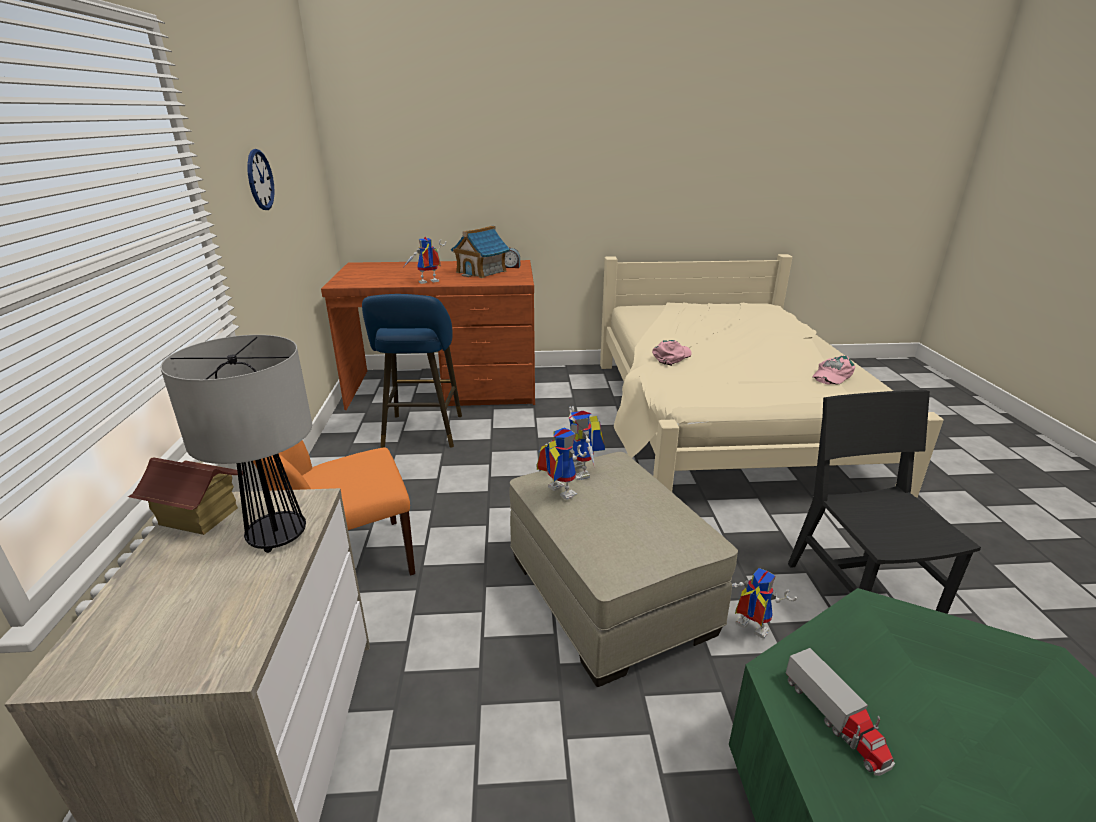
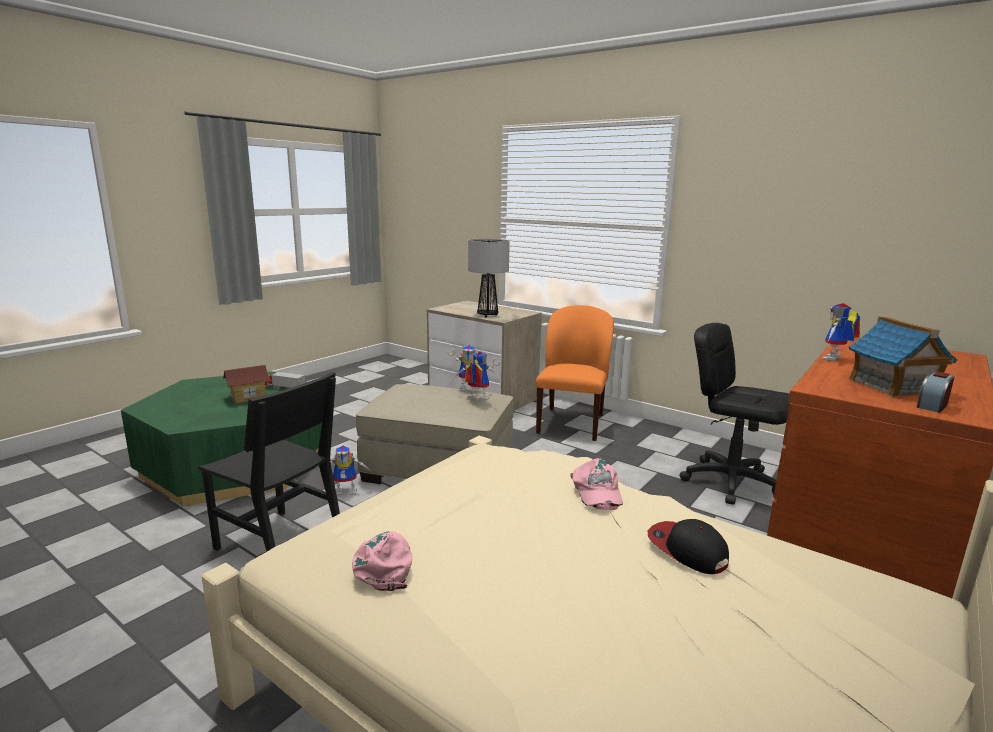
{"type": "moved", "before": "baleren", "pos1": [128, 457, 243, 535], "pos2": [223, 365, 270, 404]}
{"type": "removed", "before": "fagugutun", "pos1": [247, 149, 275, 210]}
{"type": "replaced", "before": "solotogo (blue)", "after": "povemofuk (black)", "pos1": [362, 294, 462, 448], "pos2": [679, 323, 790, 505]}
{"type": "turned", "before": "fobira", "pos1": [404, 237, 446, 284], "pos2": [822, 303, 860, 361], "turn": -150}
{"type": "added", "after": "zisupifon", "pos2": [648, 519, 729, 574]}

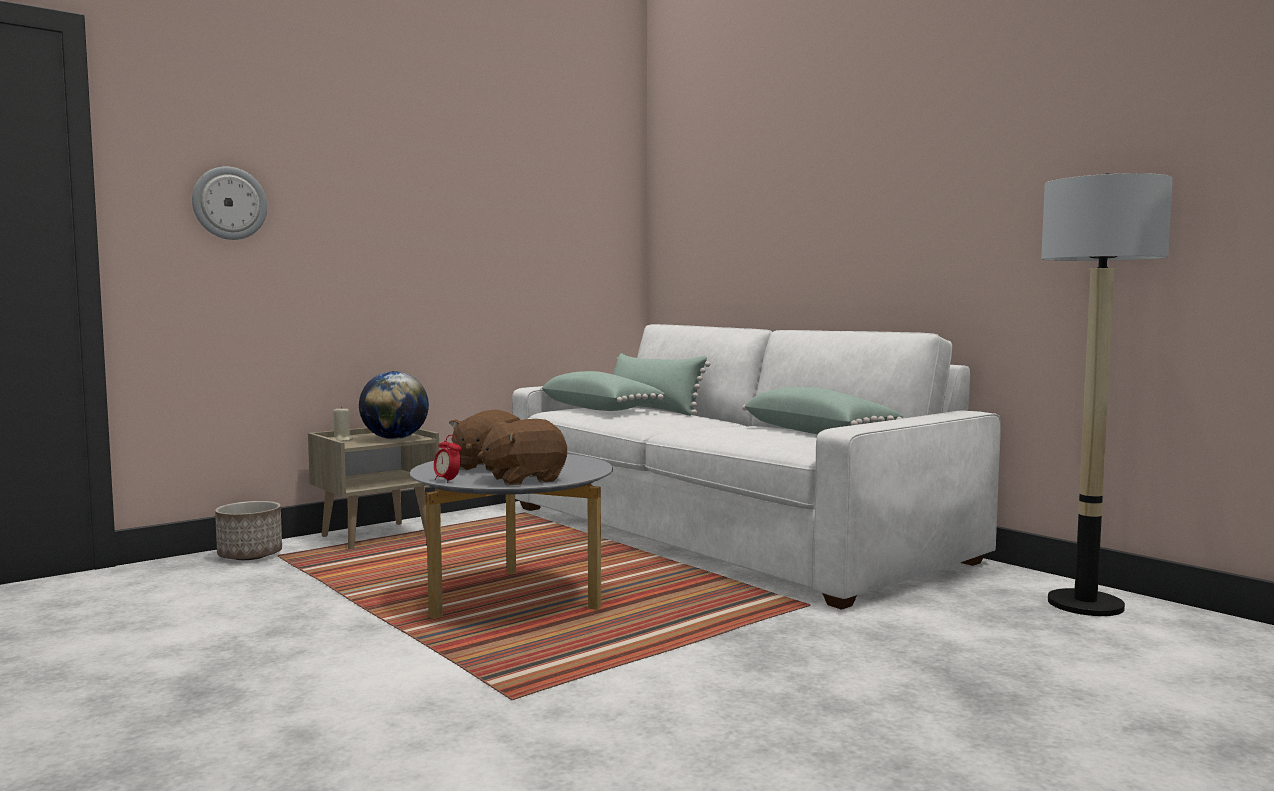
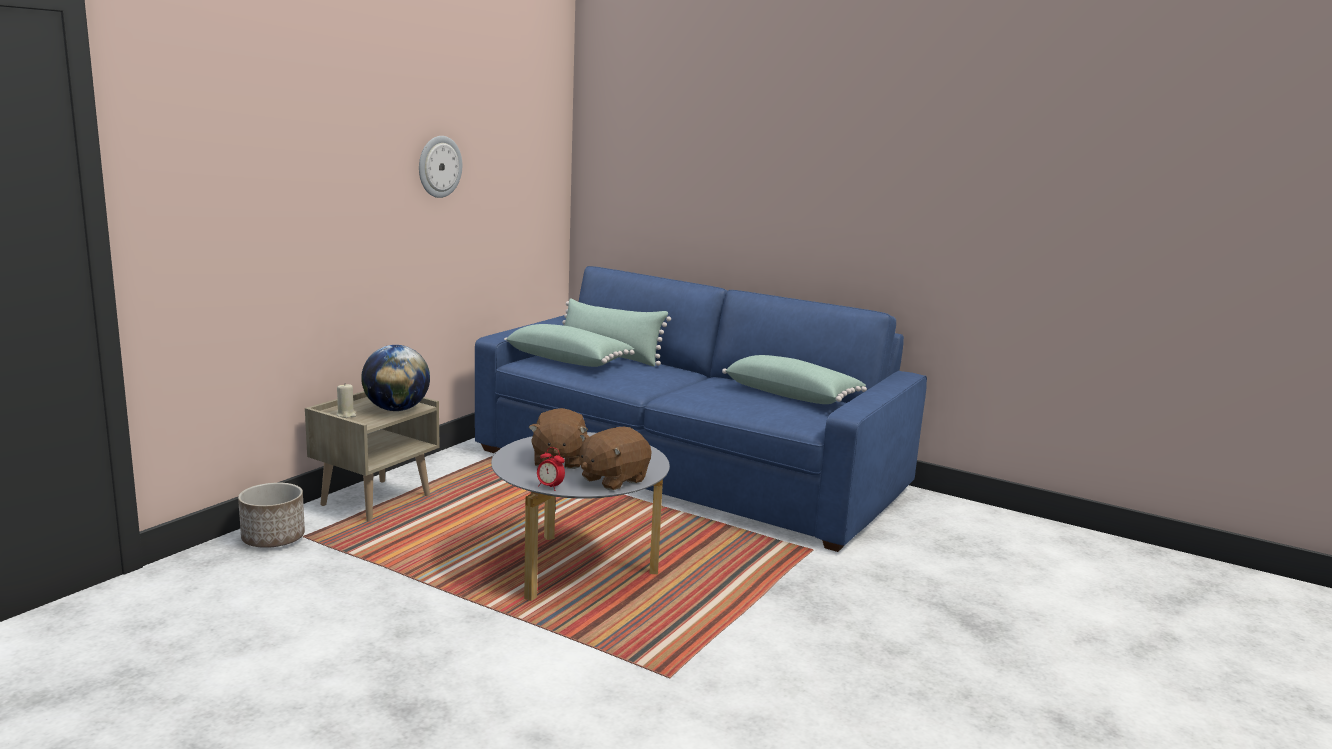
{"type": "moved", "before": "fagugutun", "pos1": [192, 166, 267, 240], "pos2": [419, 136, 462, 198]}
{"type": "recoloured", "before": "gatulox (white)", "after": "gatulox (blue)", "pos1": [512, 324, 1001, 610], "pos2": [475, 266, 927, 552]}
{"type": "removed", "before": "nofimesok", "pos1": [1041, 173, 1173, 616]}

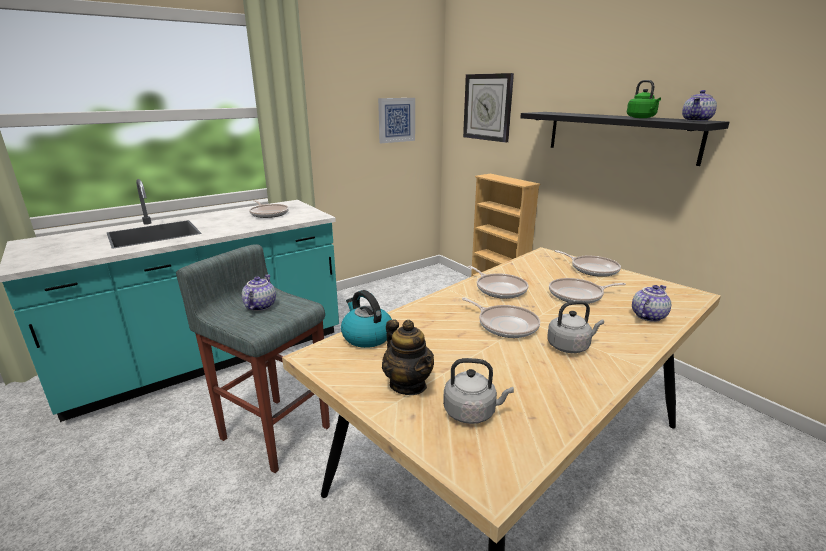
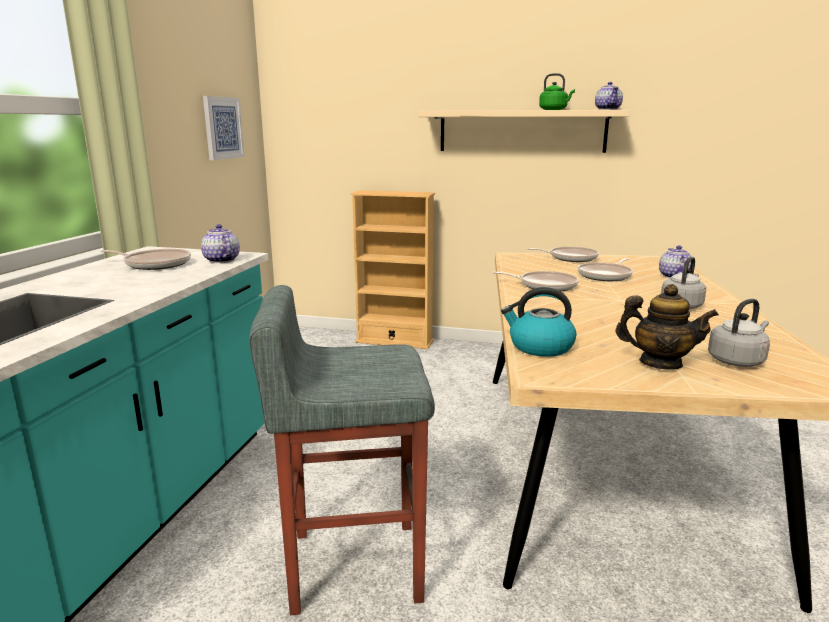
{"type": "moved", "before": "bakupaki", "pos1": [242, 275, 276, 311], "pos2": [201, 224, 240, 263]}
{"type": "removed", "before": "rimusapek", "pos1": [462, 297, 540, 338]}
{"type": "removed", "before": "fagugutun", "pos1": [463, 73, 514, 143]}
{"type": "recoloured", "before": "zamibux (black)", "after": "zamibux (beige)", "pos1": [520, 112, 729, 166], "pos2": [418, 110, 630, 153]}

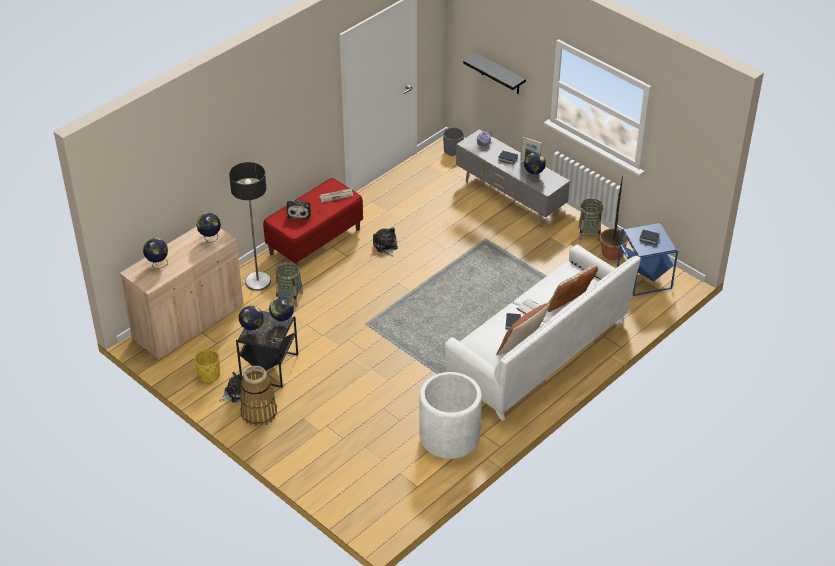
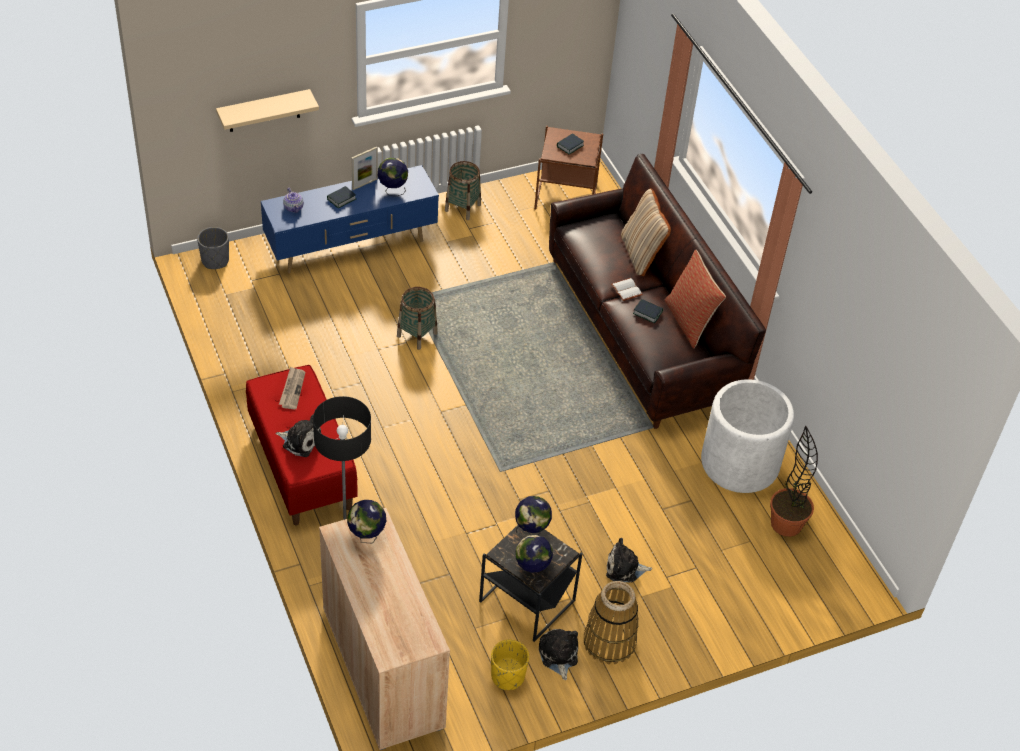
{"type": "removed", "before": "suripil", "pos1": [143, 238, 168, 269]}
{"type": "moved", "before": "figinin", "pos1": [275, 262, 303, 307], "pos2": [397, 287, 438, 350]}
{"type": "moved", "before": "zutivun", "pos1": [373, 227, 398, 257], "pos2": [606, 538, 652, 582]}
{"type": "recoloured", "before": "gatulox (white)", "after": "gatulox (brown)", "pos1": [445, 245, 641, 421], "pos2": [549, 154, 766, 429]}
{"type": "recoloured", "before": "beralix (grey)", "after": "beralix (blue)", "pos1": [456, 130, 570, 227], "pos2": [261, 165, 439, 273]}
{"type": "recoloured", "before": "zamibux (black)", "after": "zamibux (beige)", "pos1": [463, 53, 526, 94], "pos2": [216, 89, 319, 132]}
{"type": "moved", "before": "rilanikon", "pos1": [600, 175, 628, 260], "pos2": [770, 425, 818, 537]}
{"type": "recoloured", "before": "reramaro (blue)", "after": "reramaro (brown)", "pos1": [617, 222, 678, 296], "pos2": [534, 126, 603, 209]}

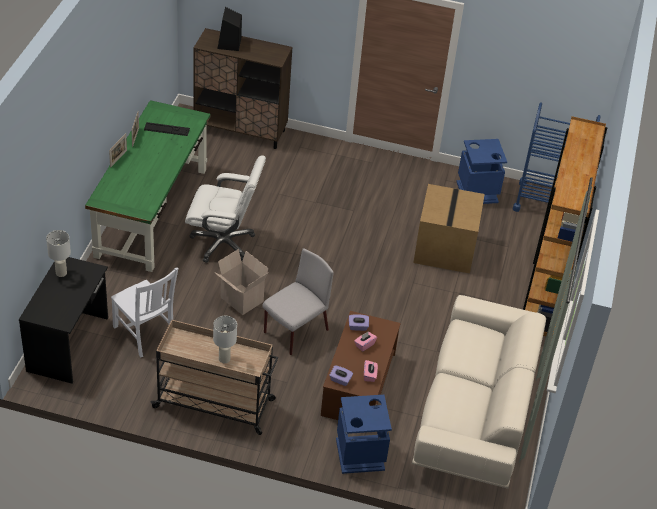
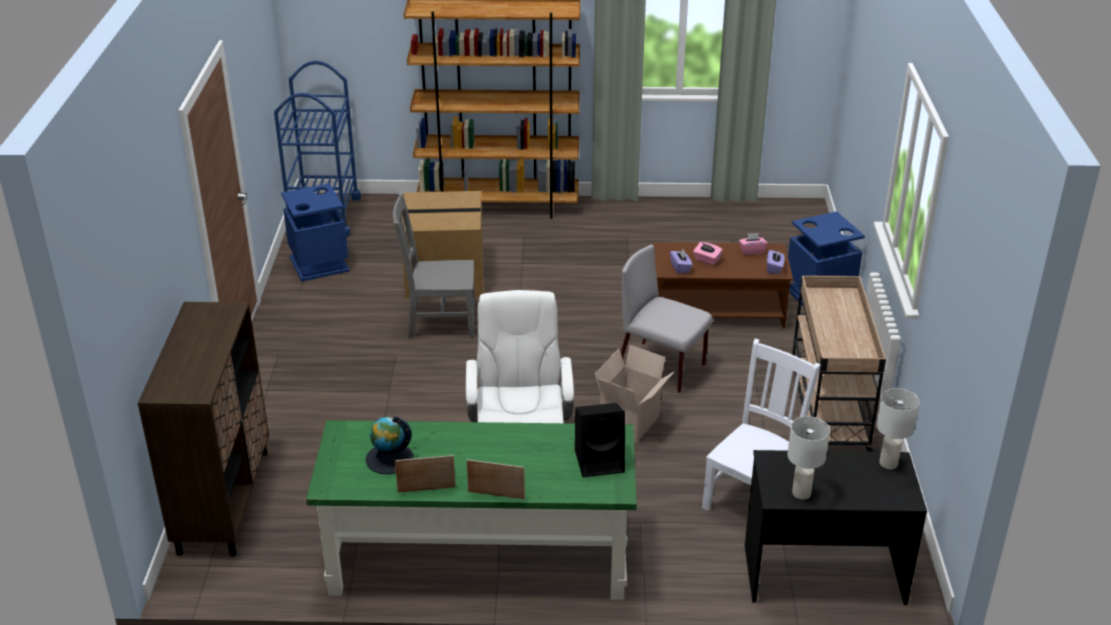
{"type": "replaced", "before": "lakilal", "after": "suripil", "pos1": [144, 122, 190, 136], "pos2": [365, 416, 414, 474]}
{"type": "moved", "before": "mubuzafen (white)", "pos1": [213, 316, 237, 363], "pos2": [876, 388, 920, 469]}
{"type": "moved", "before": "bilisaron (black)", "pos1": [218, 7, 242, 51], "pos2": [575, 403, 625, 477]}
{"type": "removed", "before": "gatulox (beige)", "pos1": [412, 295, 546, 489]}
{"type": "added", "after": "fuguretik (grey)", "pos2": [393, 192, 475, 338]}

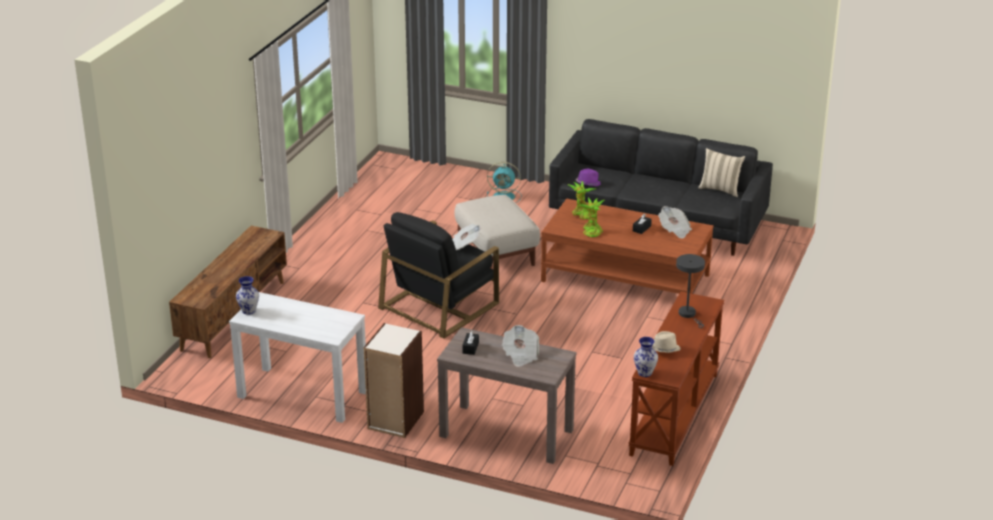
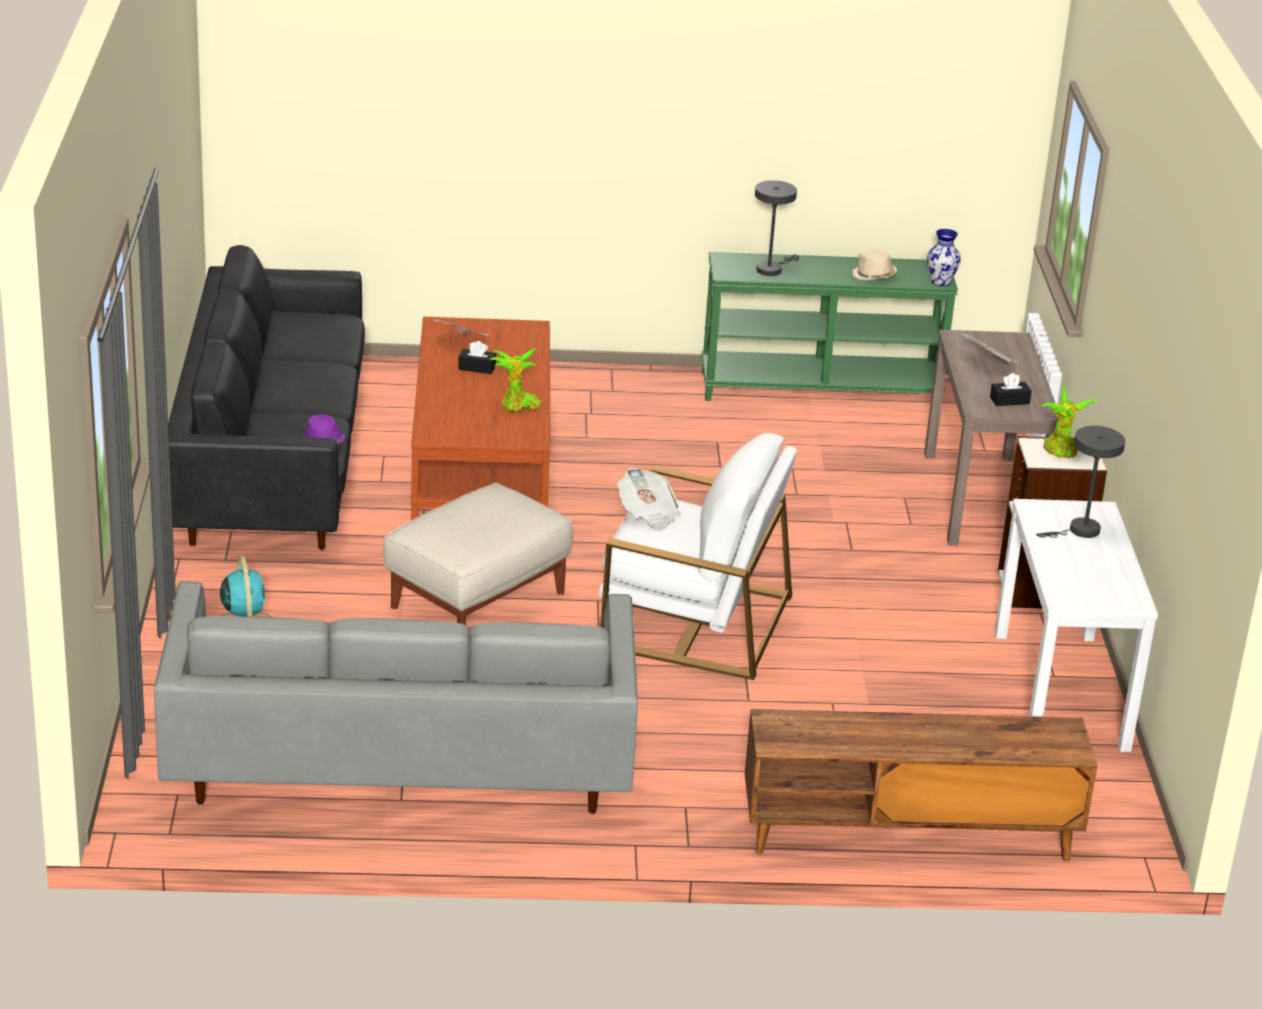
{"type": "removed", "before": "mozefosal", "pos1": [236, 276, 259, 315]}
{"type": "recoloured", "before": "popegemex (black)", "after": "popegemex (white)", "pos1": [378, 212, 499, 339], "pos2": [599, 433, 797, 680]}
{"type": "moved", "before": "rilanikon", "pos1": [568, 181, 595, 219], "pos2": [1041, 386, 1097, 459]}
{"type": "recoloured", "before": "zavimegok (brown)", "after": "zavimegok (green)", "pos1": [628, 292, 725, 466], "pos2": [701, 252, 958, 401]}
{"type": "removed", "before": "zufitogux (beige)", "pos1": [698, 148, 745, 197]}
{"type": "added", "after": "gatulox (grey)", "pos2": [154, 581, 638, 813]}
{"type": "added", "after": "mubuzafen (grey)", "pos2": [1036, 426, 1125, 538]}

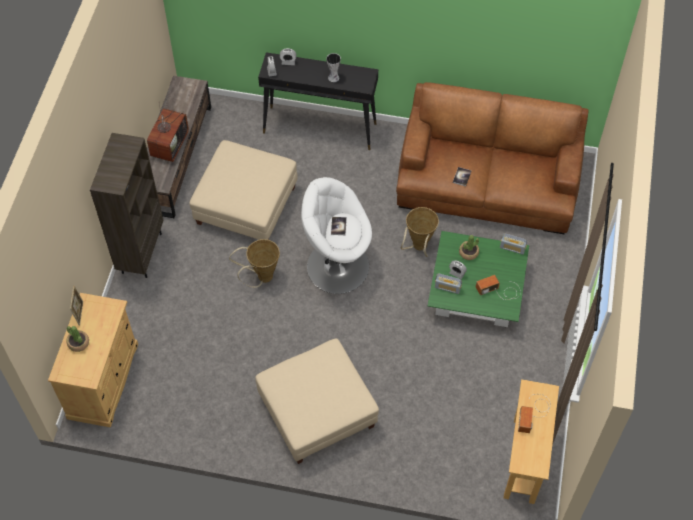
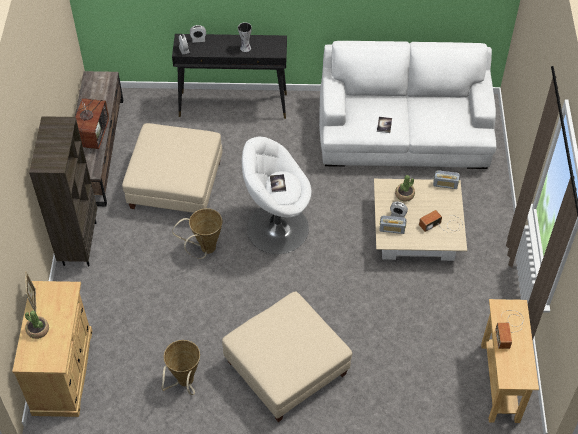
{"type": "recoloured", "before": "gatulox (brown)", "after": "gatulox (white)", "pos1": [396, 82, 589, 234], "pos2": [319, 41, 496, 169]}
{"type": "moved", "before": "figinin", "pos1": [401, 207, 439, 257], "pos2": [161, 340, 200, 395]}
{"type": "recoloured", "before": "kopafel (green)", "after": "kopafel (beige)", "pos1": [428, 231, 529, 327], "pos2": [374, 179, 467, 261]}

